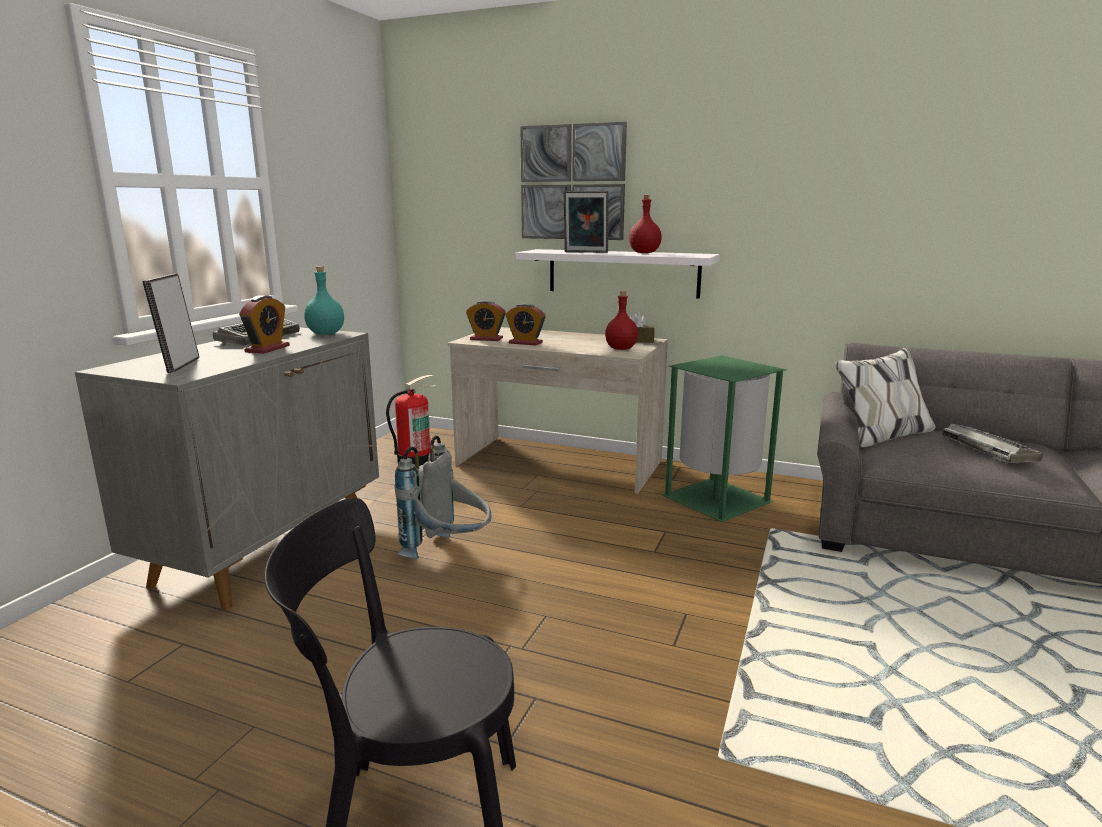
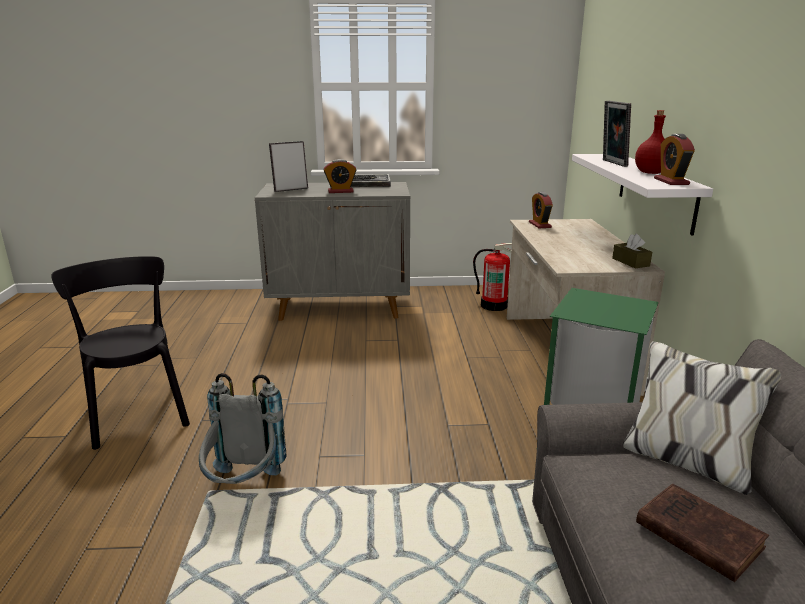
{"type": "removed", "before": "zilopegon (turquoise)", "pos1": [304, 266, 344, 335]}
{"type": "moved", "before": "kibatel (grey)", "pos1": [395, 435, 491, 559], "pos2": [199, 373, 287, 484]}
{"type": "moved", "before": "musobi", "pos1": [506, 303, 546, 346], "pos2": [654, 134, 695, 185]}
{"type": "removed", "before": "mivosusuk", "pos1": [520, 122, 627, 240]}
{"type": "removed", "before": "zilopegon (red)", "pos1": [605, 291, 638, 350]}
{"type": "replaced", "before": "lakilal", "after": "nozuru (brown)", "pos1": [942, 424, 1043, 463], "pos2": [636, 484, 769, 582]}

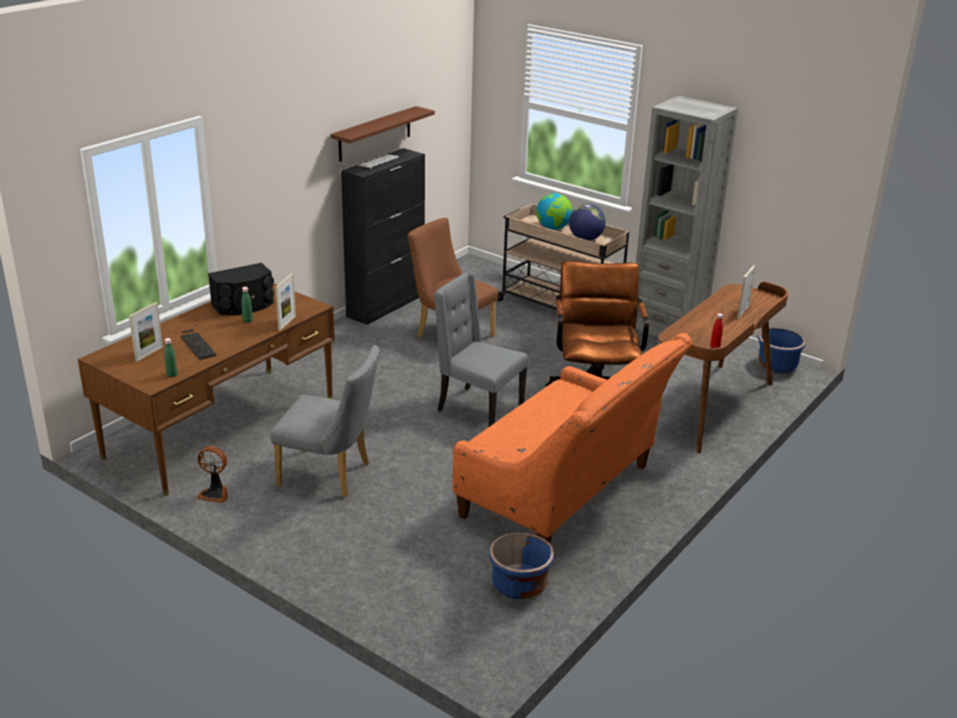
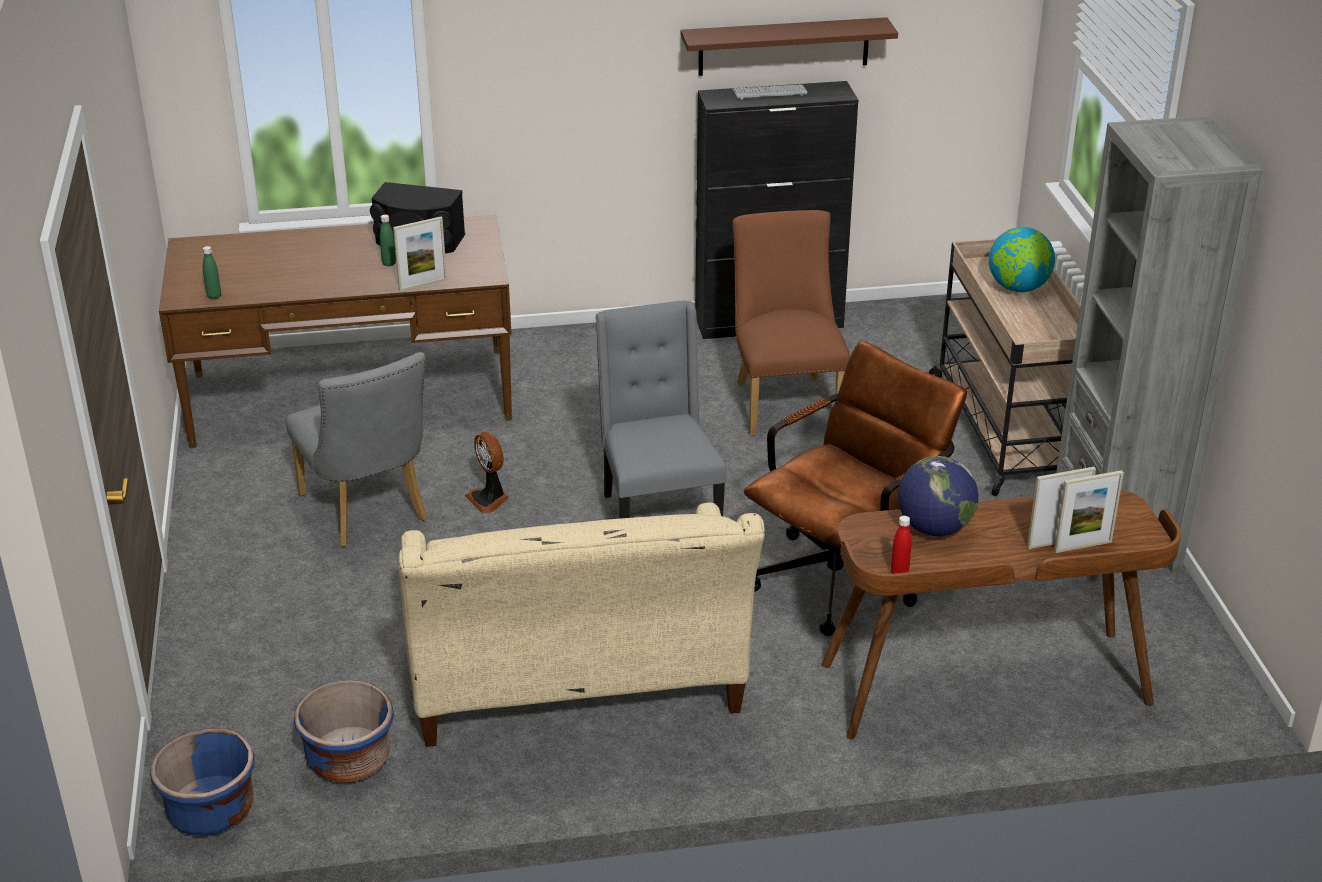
{"type": "moved", "before": "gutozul", "pos1": [129, 302, 163, 362], "pos2": [1054, 470, 1124, 553]}
{"type": "removed", "before": "lakilal", "pos1": [181, 324, 217, 360]}
{"type": "moved", "before": "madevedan", "pos1": [197, 446, 228, 503], "pos2": [465, 432, 509, 514]}
{"type": "recoloured", "before": "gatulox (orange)", "after": "gatulox (beige)", "pos1": [453, 333, 692, 543], "pos2": [398, 503, 765, 747]}
{"type": "moved", "before": "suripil", "pos1": [569, 204, 606, 241], "pos2": [898, 456, 978, 536]}
{"type": "moved", "before": "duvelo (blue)", "pos1": [758, 328, 805, 373], "pos2": [150, 728, 255, 836]}

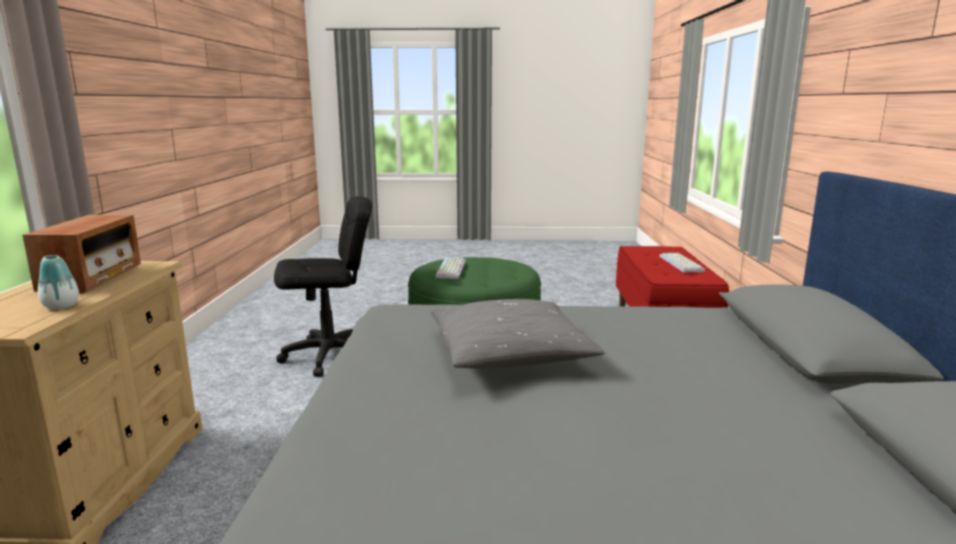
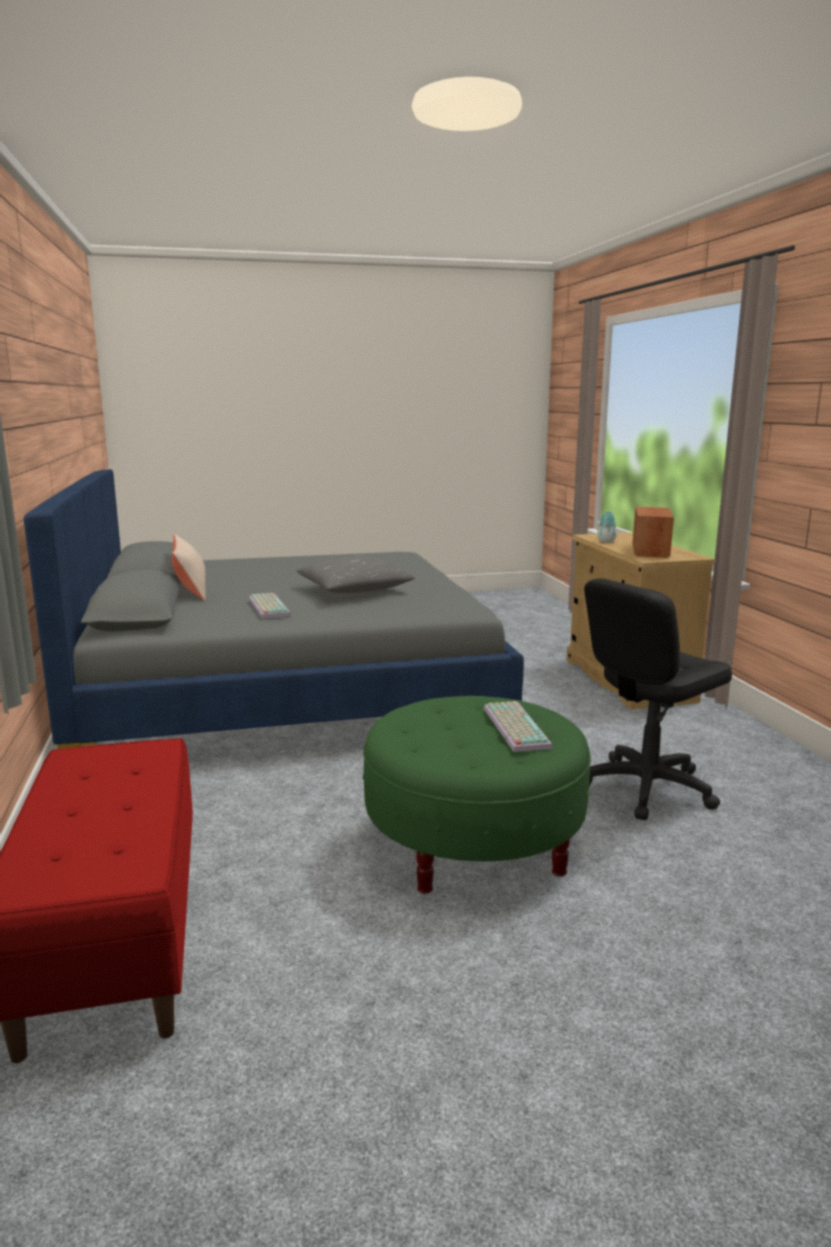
{"type": "turned", "before": "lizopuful", "pos1": [23, 215, 141, 293], "pos2": [633, 506, 674, 558], "turn": -150}
{"type": "moved", "before": "lakilal", "pos1": [659, 253, 705, 272], "pos2": [249, 593, 291, 618]}
{"type": "added", "after": "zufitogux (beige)", "pos2": [172, 534, 206, 601]}

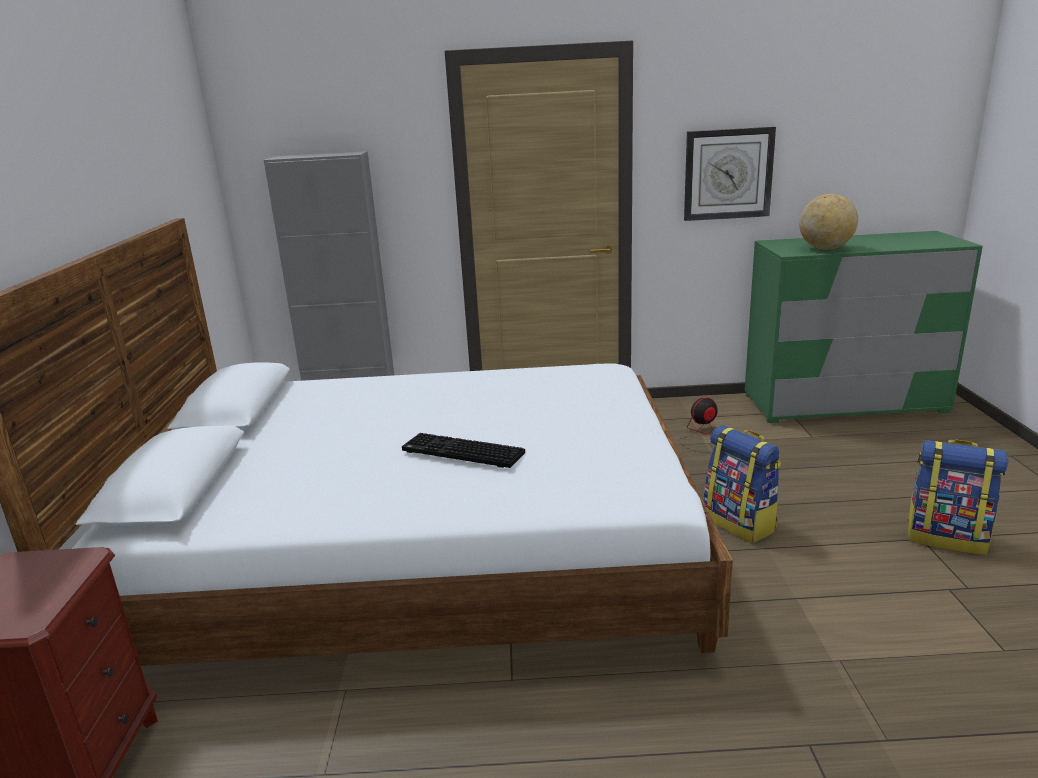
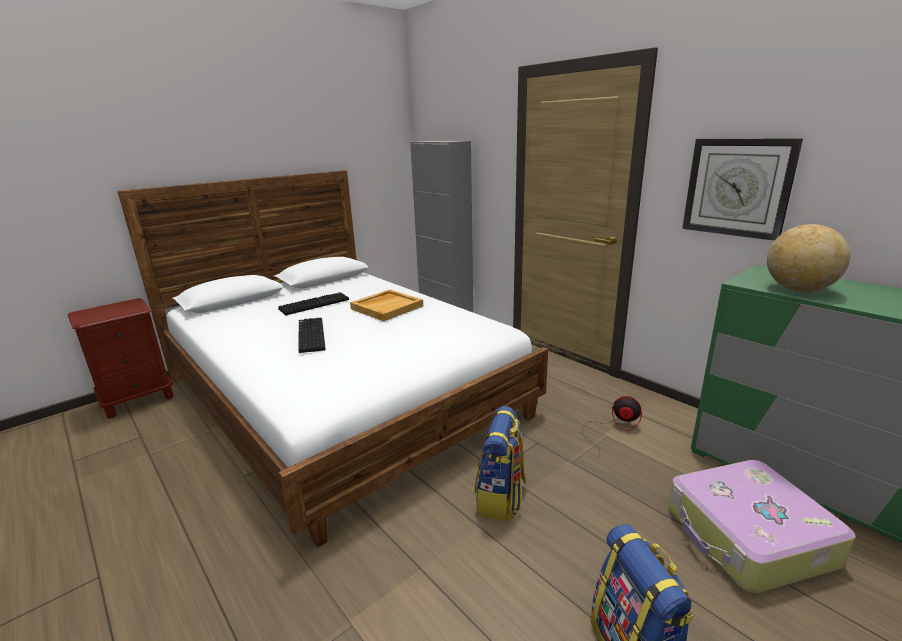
{"type": "added", "after": "lakilal", "pos2": [278, 292, 349, 315]}
{"type": "added", "after": "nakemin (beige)", "pos2": [350, 290, 423, 321]}
{"type": "added", "after": "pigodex", "pos2": [668, 460, 855, 593]}

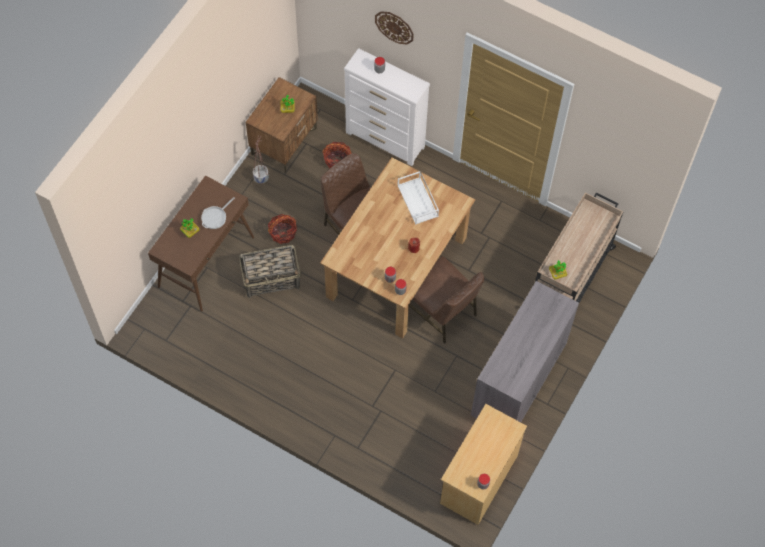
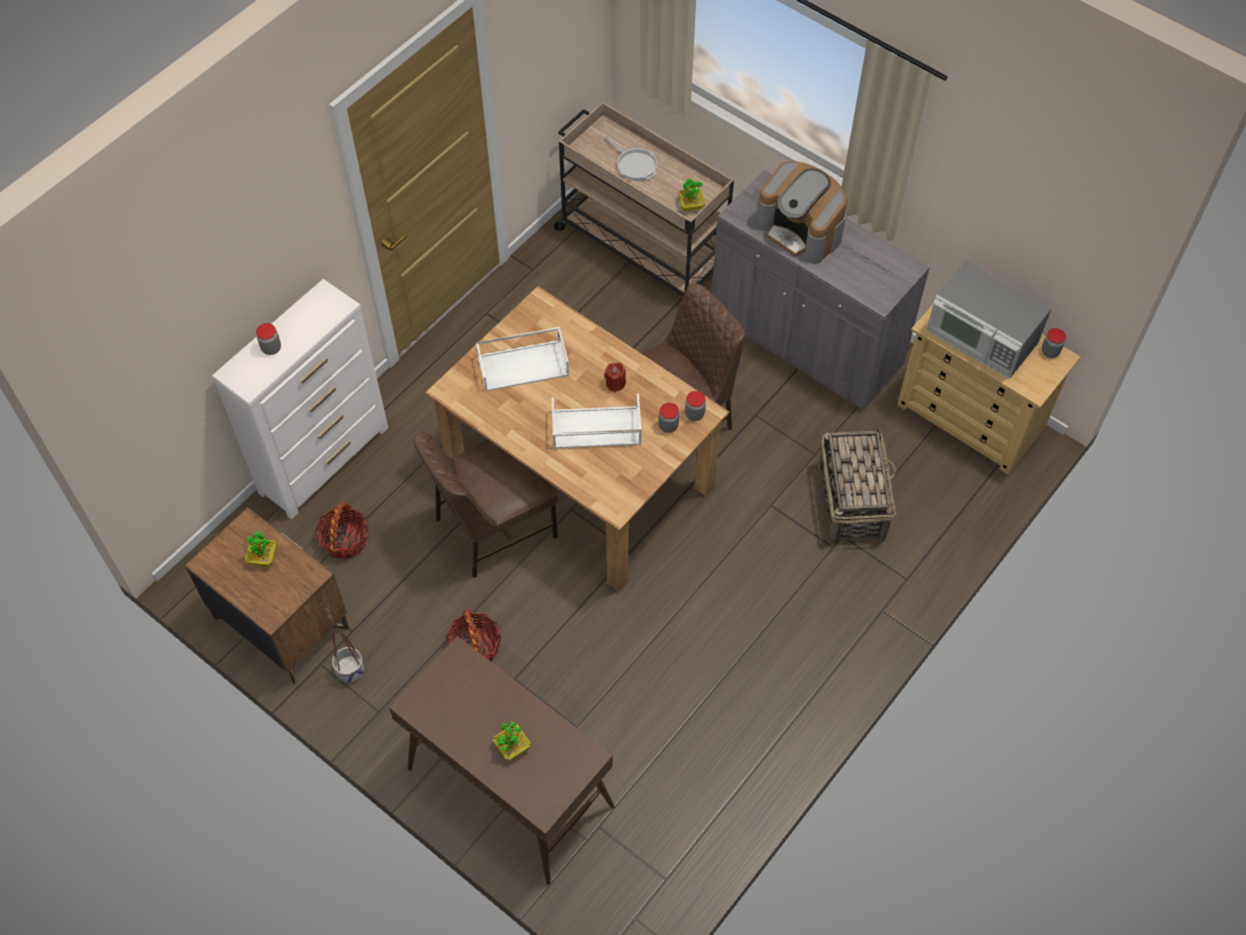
{"type": "moved", "before": "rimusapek", "pos1": [201, 197, 235, 229], "pos2": [605, 136, 657, 181]}
{"type": "moved", "before": "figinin", "pos1": [239, 245, 301, 298], "pos2": [818, 427, 897, 544]}
{"type": "removed", "before": "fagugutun", "pos1": [375, 11, 414, 45]}
{"type": "added", "after": "nakemin (white)", "pos2": [552, 394, 642, 449]}
{"type": "added", "after": "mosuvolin", "pos2": [755, 161, 847, 264]}
{"type": "added", "after": "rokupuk", "pos2": [926, 260, 1052, 379]}

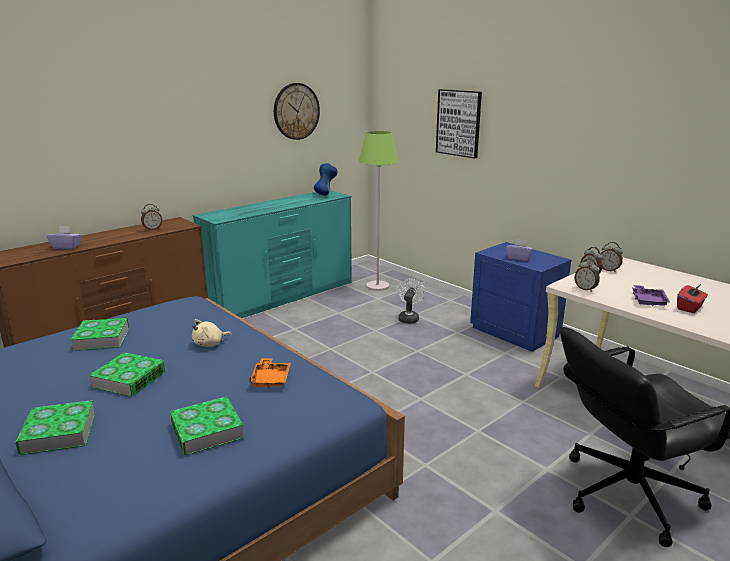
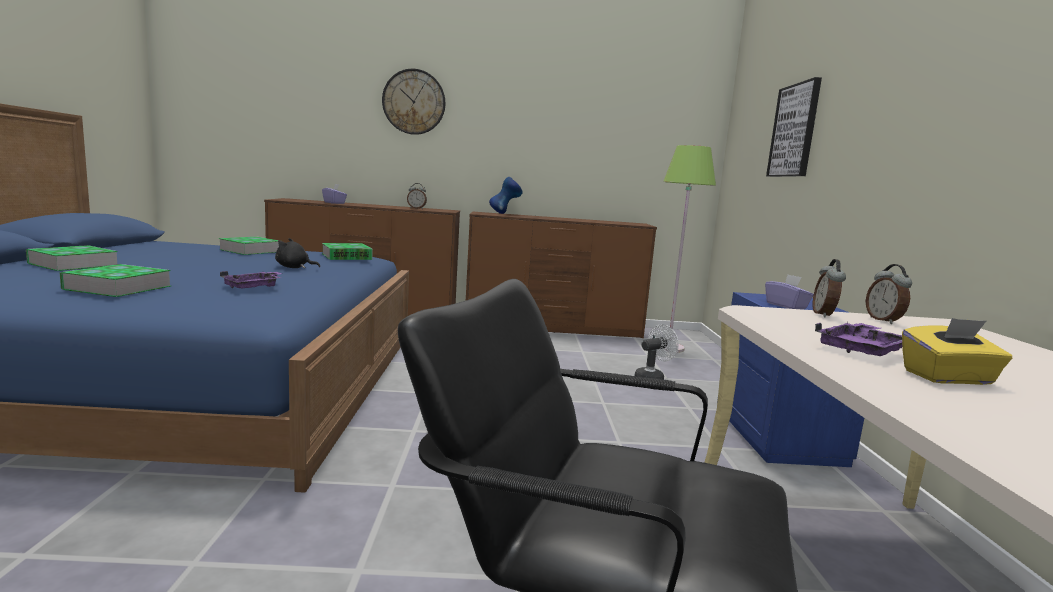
{"type": "moved", "before": "nozuru", "pos1": [88, 352, 166, 397], "pos2": [322, 243, 373, 260]}
{"type": "recoloured", "before": "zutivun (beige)", "after": "zutivun (black)", "pos1": [192, 319, 232, 347], "pos2": [275, 238, 320, 268]}
{"type": "recoloured", "before": "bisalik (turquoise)", "after": "bisalik (brown)", "pos1": [193, 190, 352, 318], "pos2": [466, 212, 657, 338]}
{"type": "recoloured", "before": "nakemin (orange)", "after": "nakemin (purple)", "pos1": [249, 358, 291, 388], "pos2": [220, 271, 281, 289]}
{"type": "moved", "before": "fagugutun", "pos1": [274, 83, 320, 140], "pos2": [382, 69, 445, 135]}
{"type": "moved", "before": "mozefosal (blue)", "pos1": [314, 163, 338, 196], "pos2": [489, 177, 523, 214]}
{"type": "removed", "before": "musobi", "pos1": [575, 259, 600, 292]}
{"type": "recoloured", "before": "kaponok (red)", "after": "kaponok (yellow)", "pos1": [677, 284, 708, 313], "pos2": [902, 318, 1012, 385]}

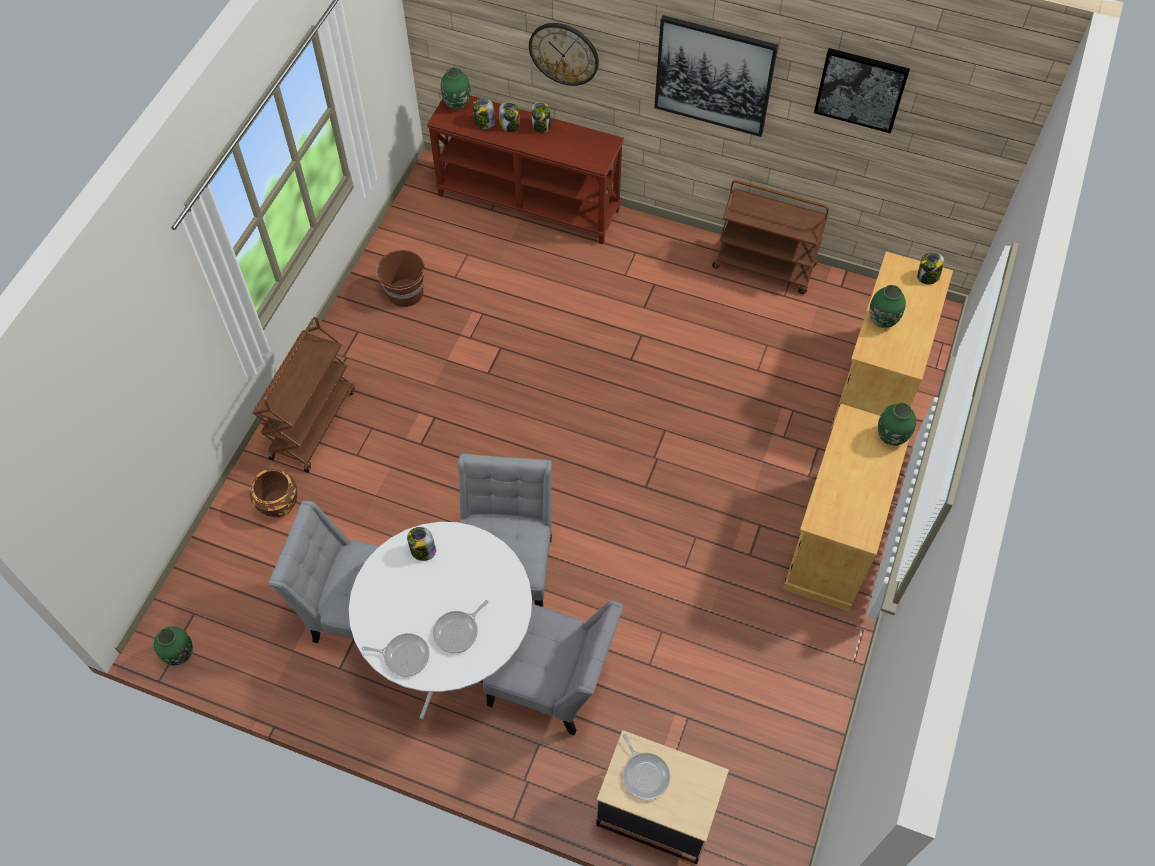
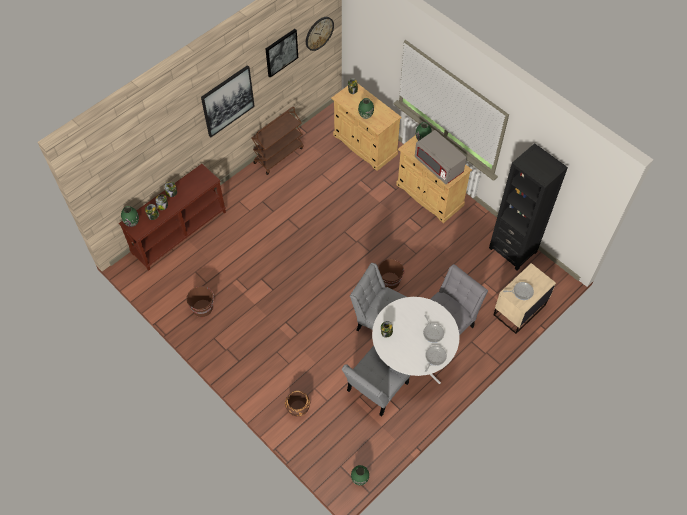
{"type": "removed", "before": "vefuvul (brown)", "pos1": [253, 317, 355, 473]}
{"type": "moved", "before": "fagugutun", "pos1": [529, 23, 599, 86], "pos2": [306, 17, 334, 51]}
{"type": "added", "after": "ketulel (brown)", "pos2": [378, 259, 404, 289]}
{"type": "added", "after": "rokupuk (grey)", "pos2": [415, 130, 467, 184]}
{"type": "added", "after": "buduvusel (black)", "pos2": [489, 143, 568, 271]}

